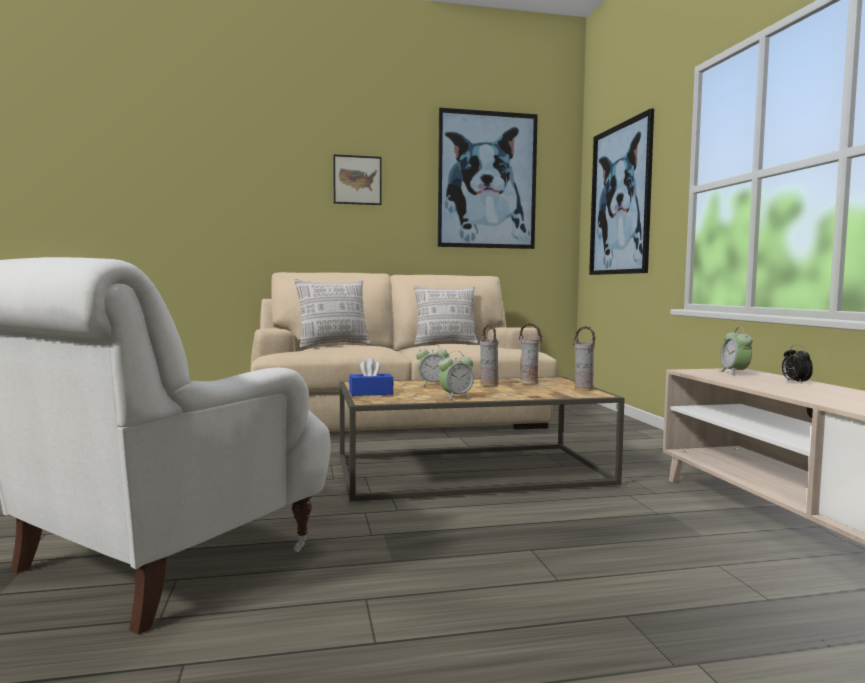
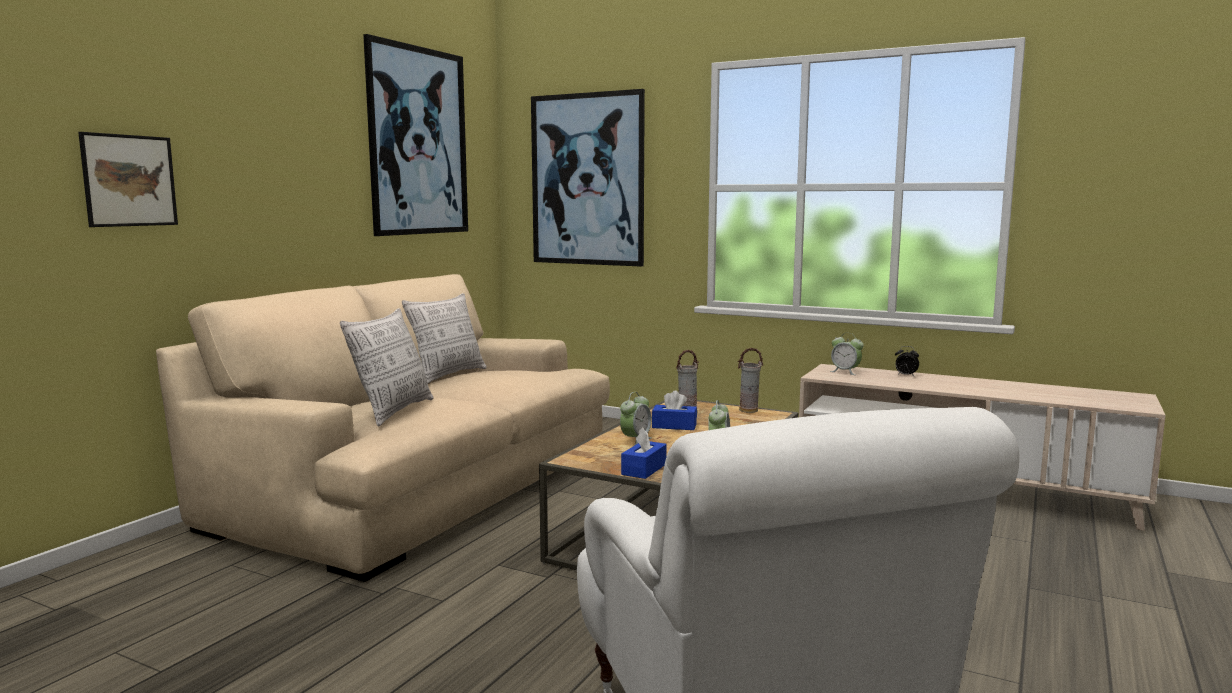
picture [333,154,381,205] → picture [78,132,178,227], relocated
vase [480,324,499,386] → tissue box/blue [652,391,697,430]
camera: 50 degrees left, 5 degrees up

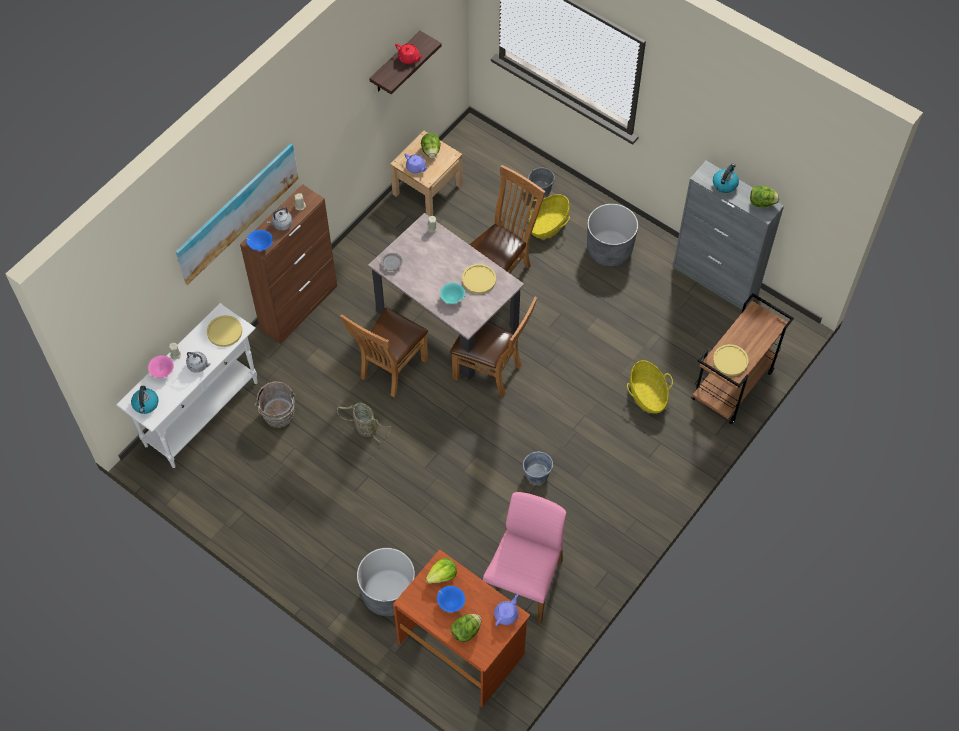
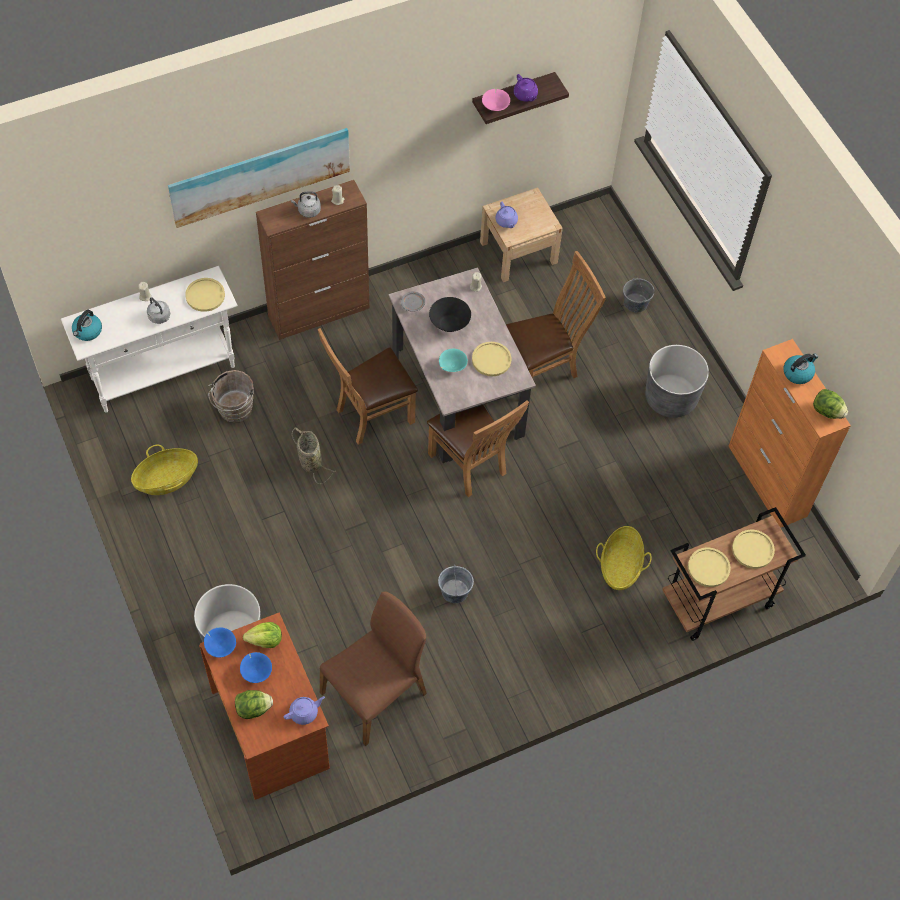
basket [529,194,570,239] → basket [131,445,198,495], relocated
bowl/blue [246,230,273,251] → bowl/blue [204,628,236,657], relocated
chair/pink [483,492,566,624] → chair/brown [320,591,427,746]
- → bowl/black [429,297,471,332]
bowl/pink [148,355,174,378] → bowl/pink [482,89,510,111], relocated
teapot/red [395,43,423,64] → teapot/purple [513,74,538,102]
cabinet/grey [673,161,784,309] → cabinet/orange [728,339,851,528]
- → plate/yellow [732,530,775,569]
lettuce [421,133,441,158] → -
camera: 25 degrees right, 0 degrees up

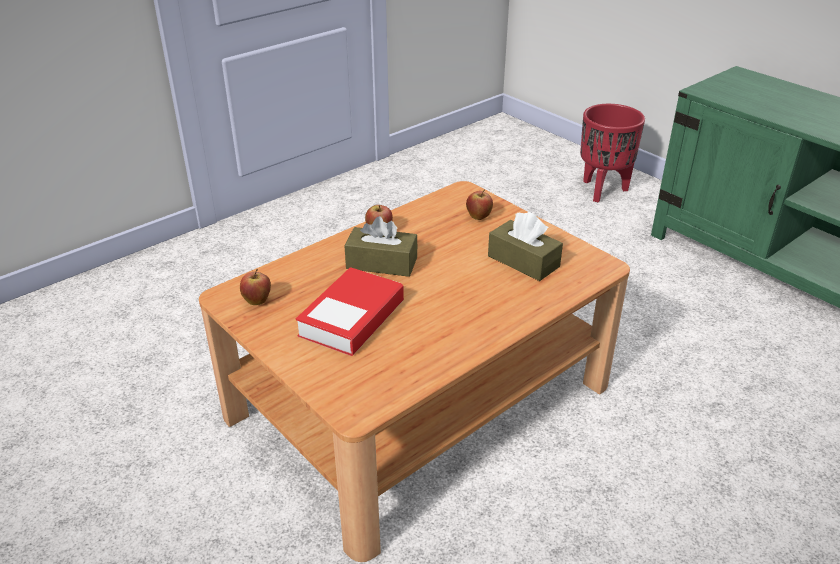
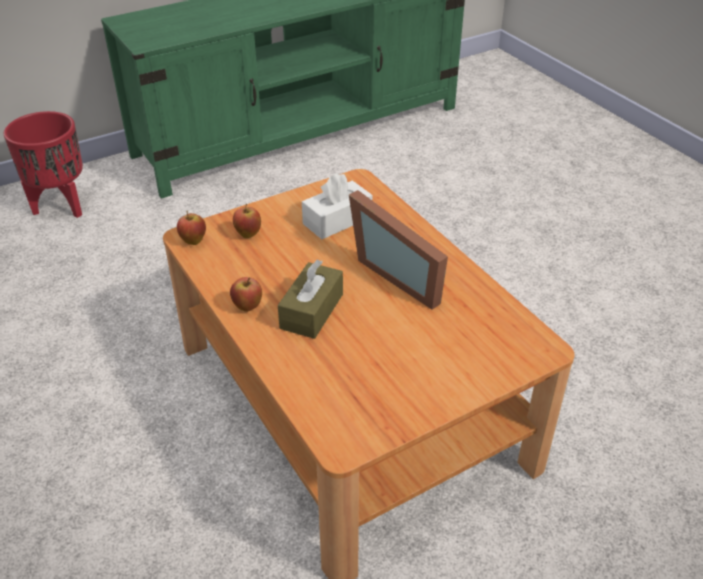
apple [240,269,271,305] → apple [177,211,206,245], relocated
tissue box/brown [488,212,563,281] → tissue box/white [302,173,372,239]
- → picture frame [349,190,448,309]
book [296,267,404,356] → -
camera: 80 degrees left, 5 degrees up

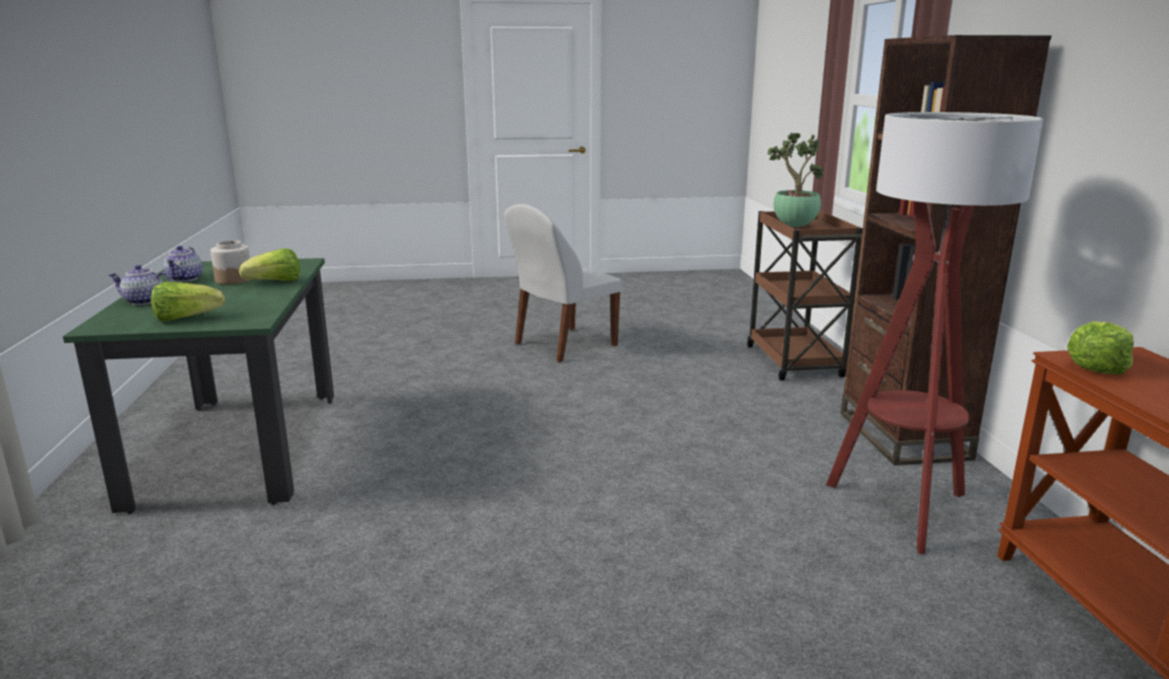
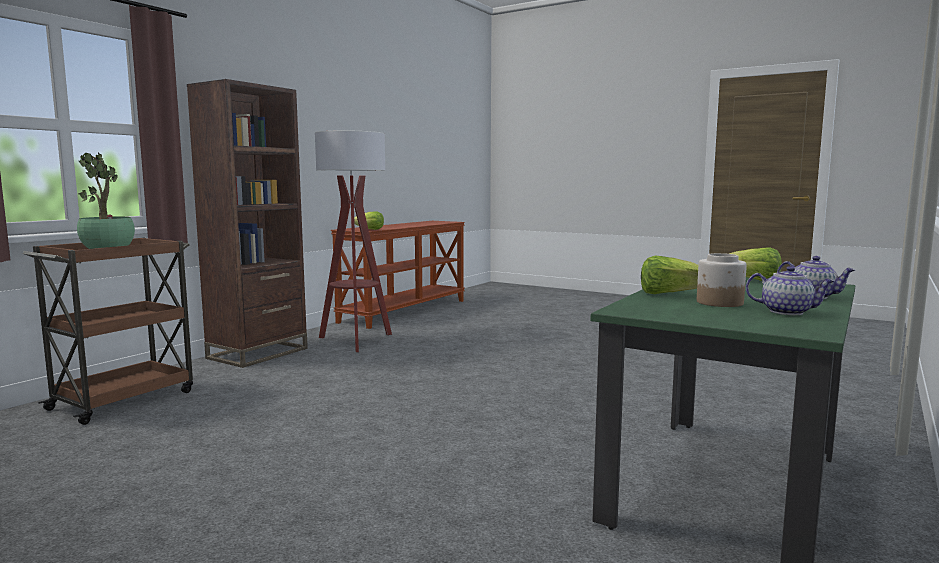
teapot [164,246,202,282] → teapot [746,266,835,315], 75 degrees clockwise
chair/white [504,204,621,362] → -
camera: 140 degrees left, 10 degrees down

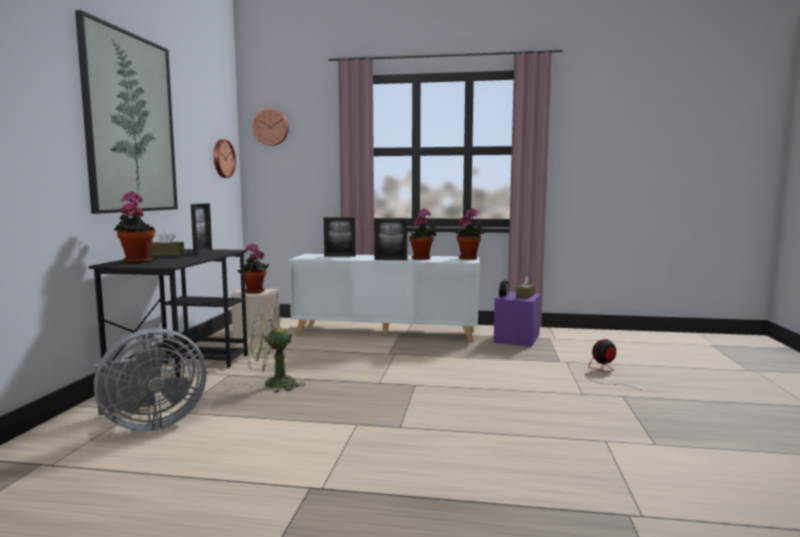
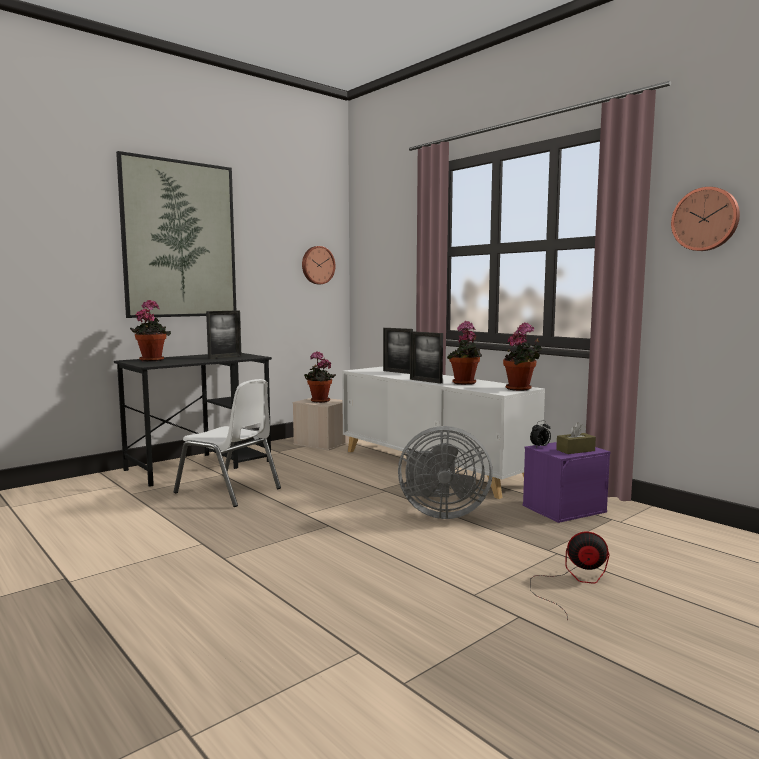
fan/green [248,303,305,393] → chair/white [174,379,281,507]
fan/grey [94,328,207,431] → fan/grey [398,426,493,519], relocated
wall clock [253,108,289,146] → wall clock [671,187,740,251], relocated
tissue box/brown [149,230,184,256] → -
camera: 40 degrees right, 0 degrees up

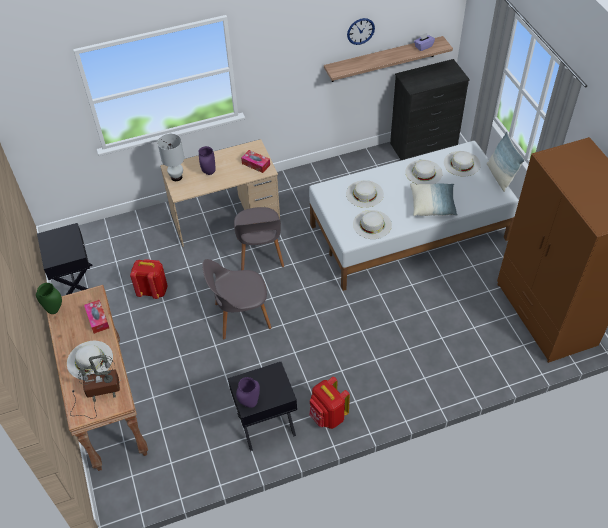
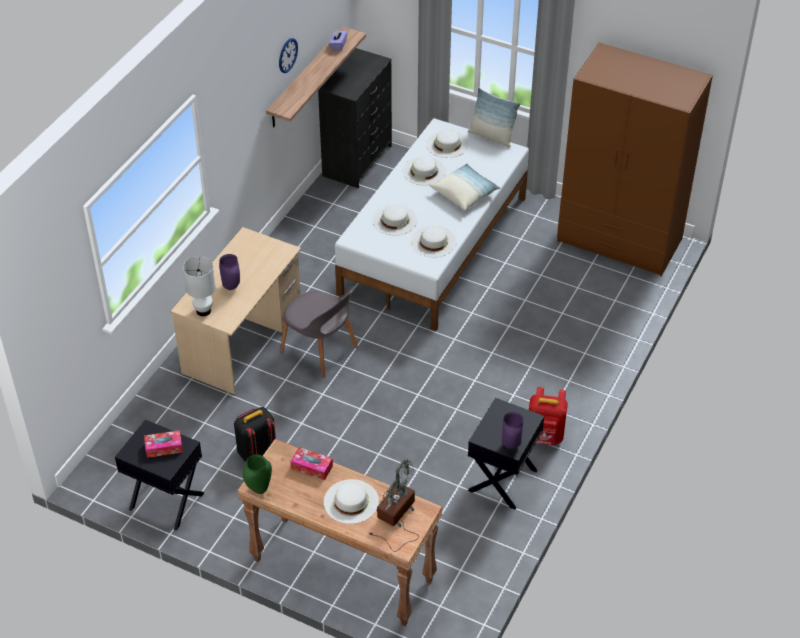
tissue box [241,150,270,173] → tissue box [144,430,183,458], relocated
backpack/red [130,259,168,299] → backpack/black [234,407,276,462]
chair/grey [202,259,272,339] → -
camera: 45 degrees left, 5 degrees down

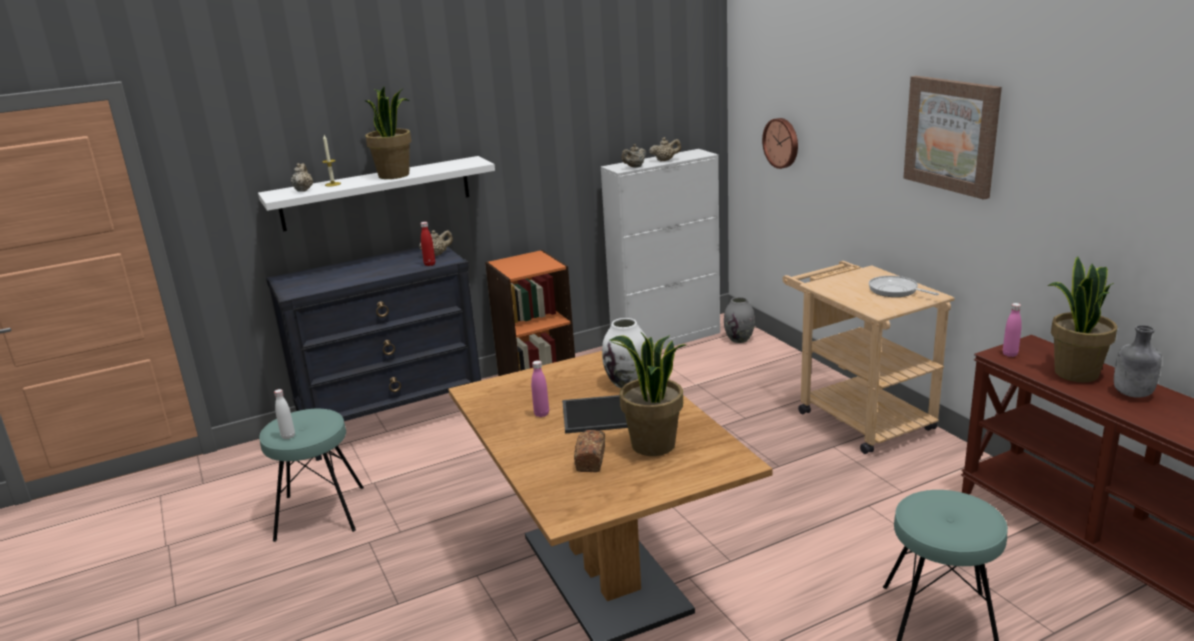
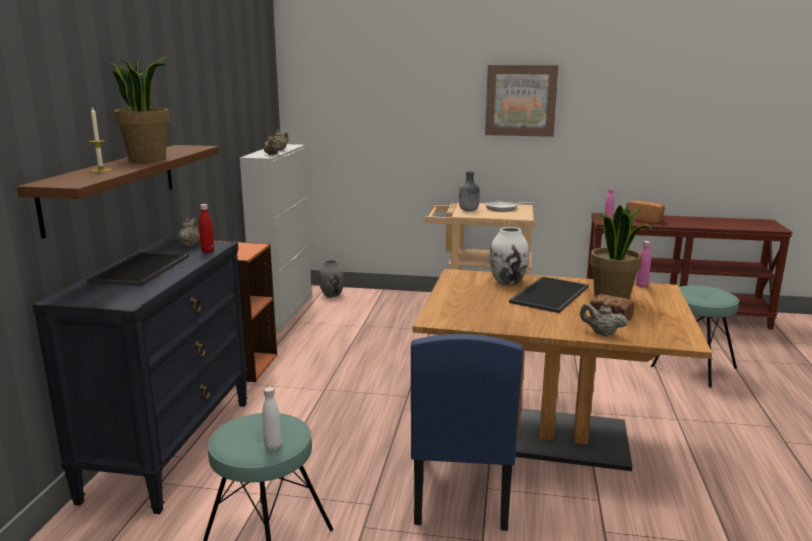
shelf/white [258,156,495,231] → shelf/brown [17,145,219,239]
- → tray [87,252,189,286]
- → chair/blue [411,334,523,531]
bottle/grey [1114,325,1162,398] → bottle/grey [459,172,480,211], relocated
teapot/beige [291,163,313,192] → teapot/beige [580,303,628,336], relocated
potted plant [1048,256,1118,382] → bread [626,201,665,223]
bottle/pink [531,360,549,417] → bottle/pink [636,241,651,288], relocated
wall clock [762,118,798,169] → -
camera: 55 degrees left, 5 degrees down

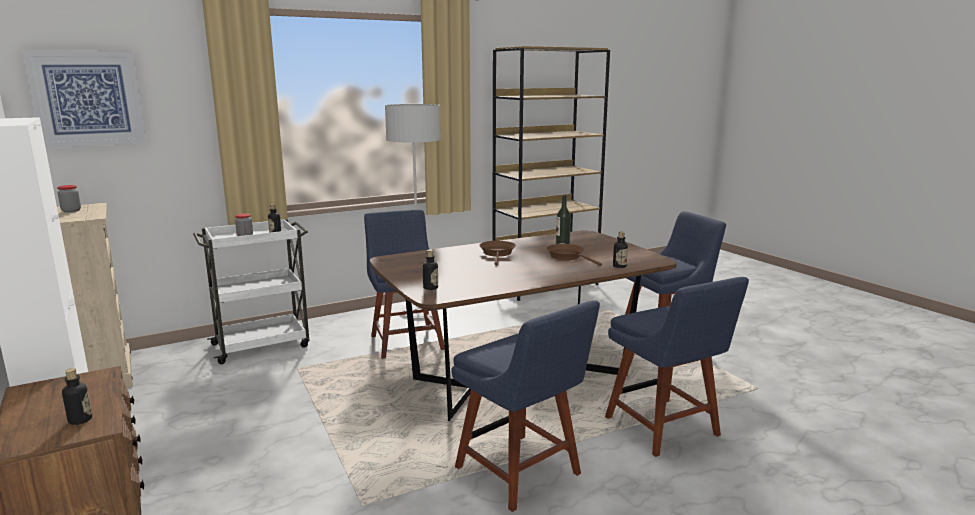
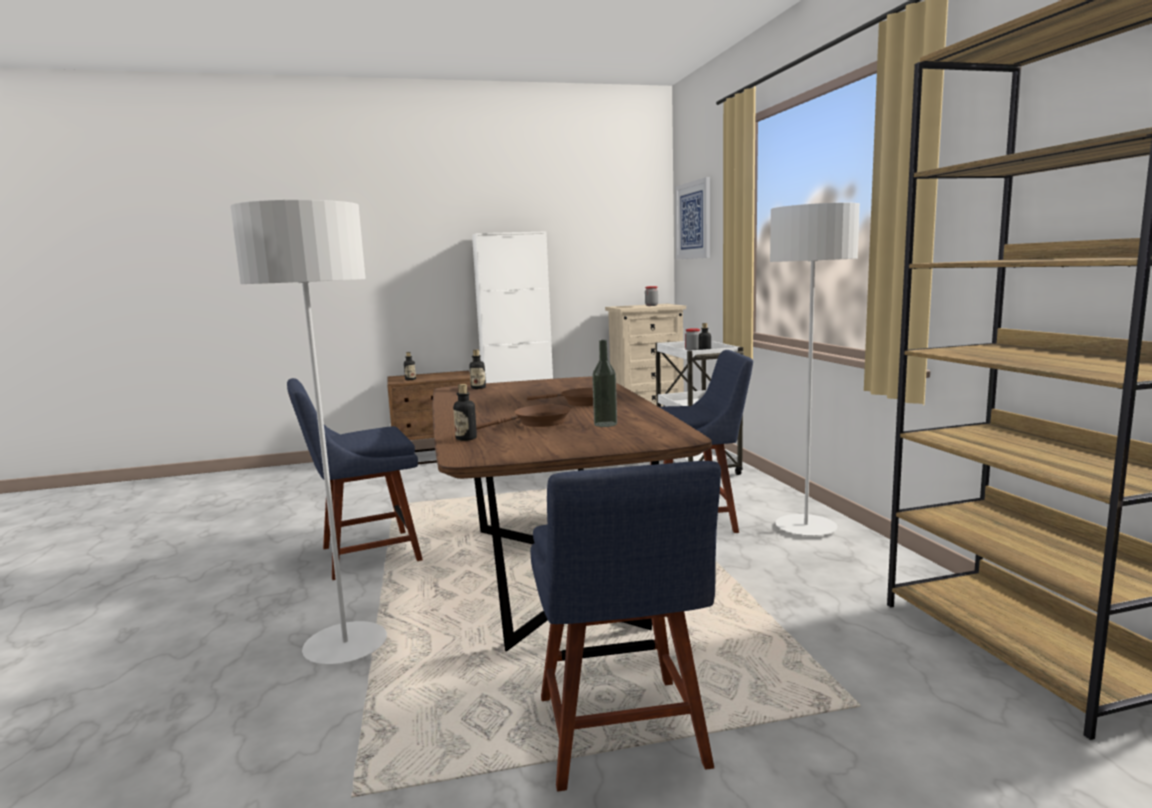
chair/blue [605,277,749,457] → floor lamp/grey [230,200,387,664]
camera: 105 degrees right, 5 degrees down

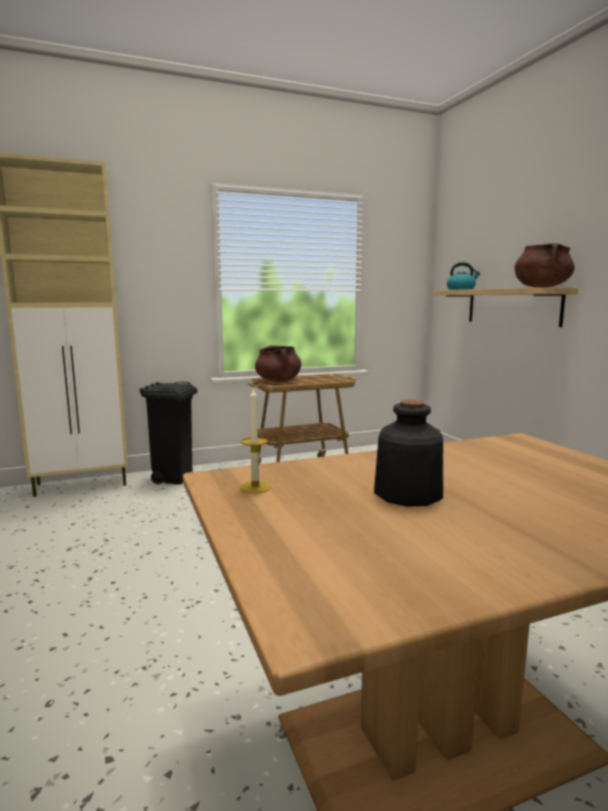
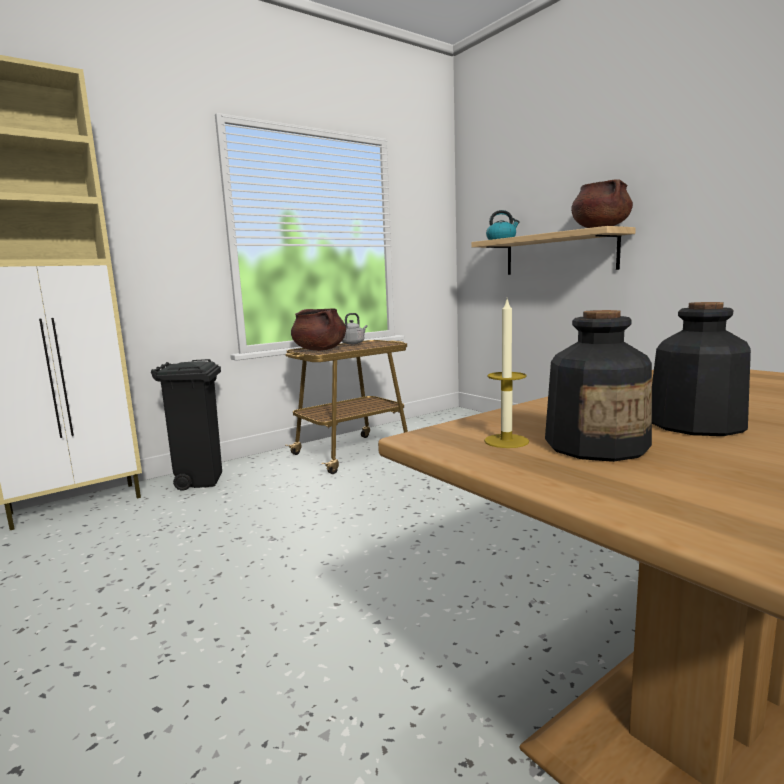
- → kettle/grey [342,313,367,344]
- → bottle [545,310,652,462]
camera: 15 degrees left, 0 degrees up

